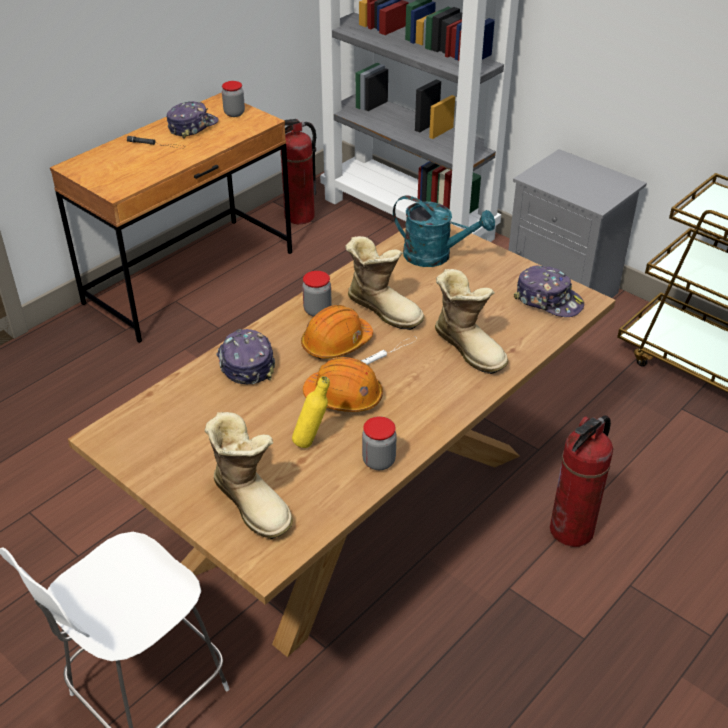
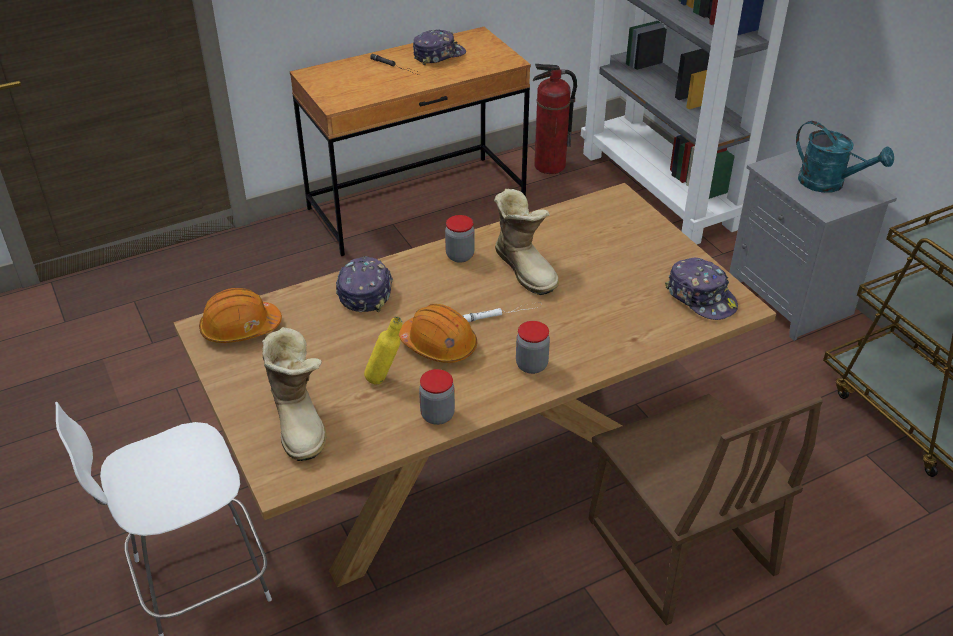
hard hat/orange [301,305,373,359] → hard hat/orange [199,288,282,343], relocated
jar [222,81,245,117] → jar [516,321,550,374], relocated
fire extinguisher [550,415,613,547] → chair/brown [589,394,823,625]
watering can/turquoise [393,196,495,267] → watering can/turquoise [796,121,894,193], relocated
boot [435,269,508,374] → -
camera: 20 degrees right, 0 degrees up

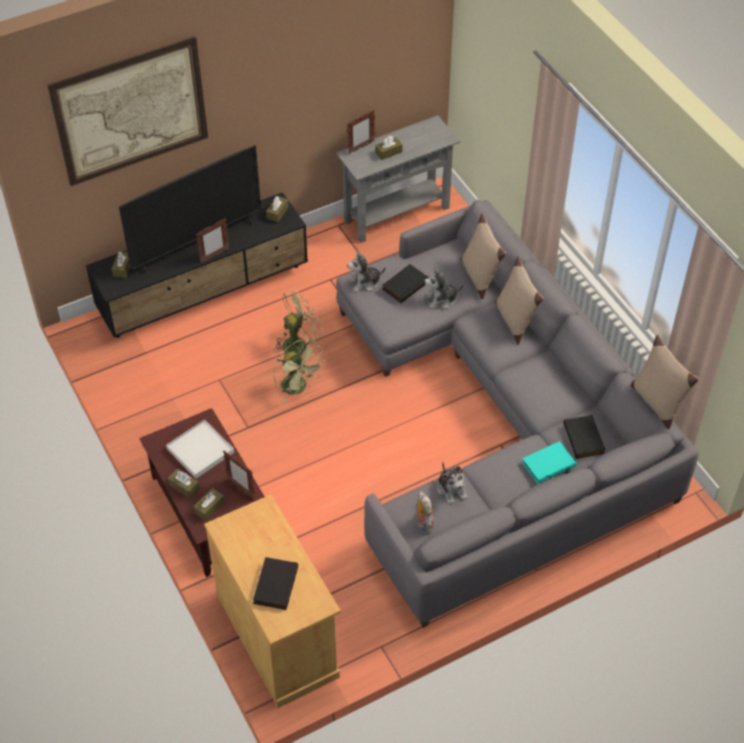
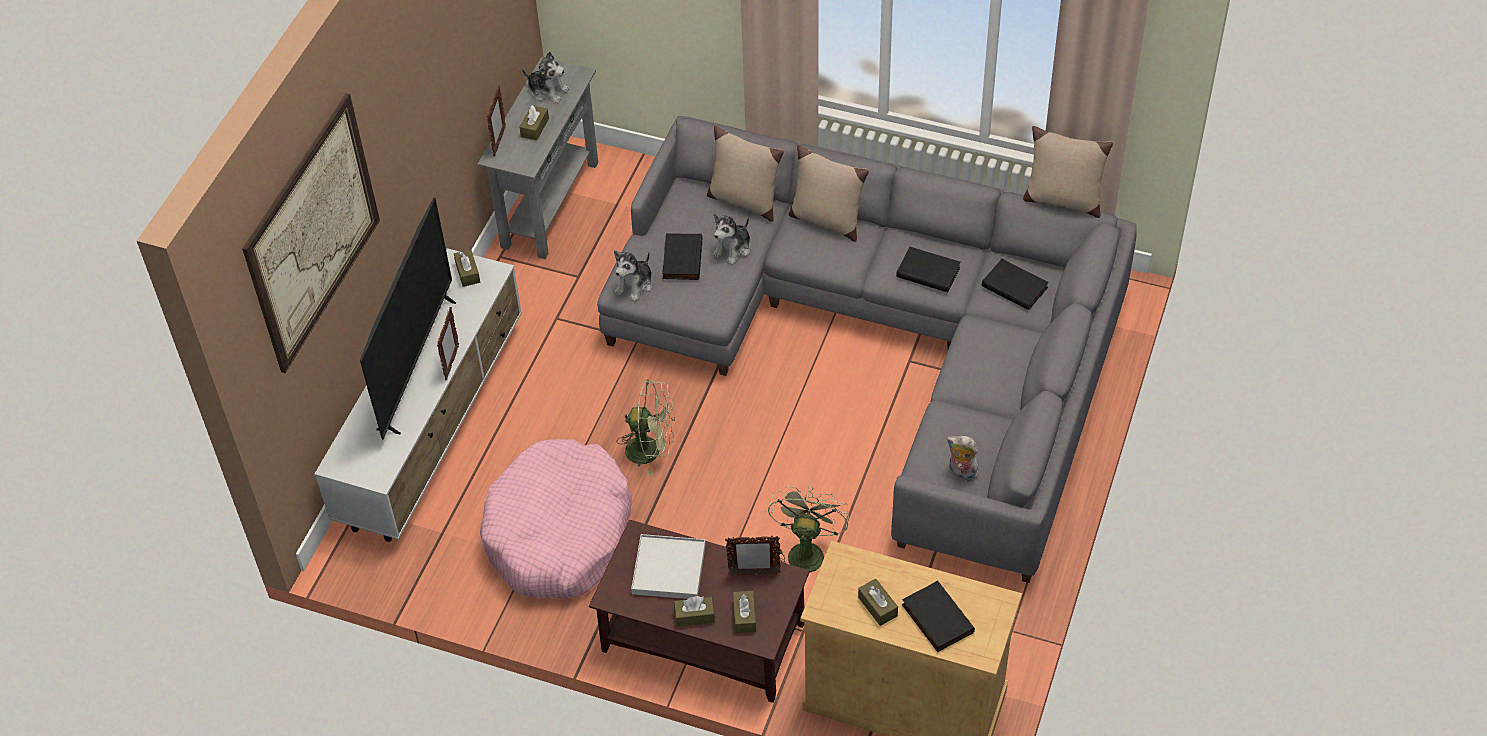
tv stand/black [86,192,308,338] → tv stand/white [314,248,522,542]
- → dog bed/pink [480,439,632,599]
plush toy [437,462,468,505] → plush toy [522,52,569,103], relocated
fan/green [274,290,324,357] → fan/green [768,486,849,573], relocated
tissue box/brown [112,251,130,278] → tissue box/brown [858,579,898,626], relocated
- → book/black [896,247,961,292]
book/turquoise [522,441,576,484] → -
camera: 40 degrees left, 0 degrees up

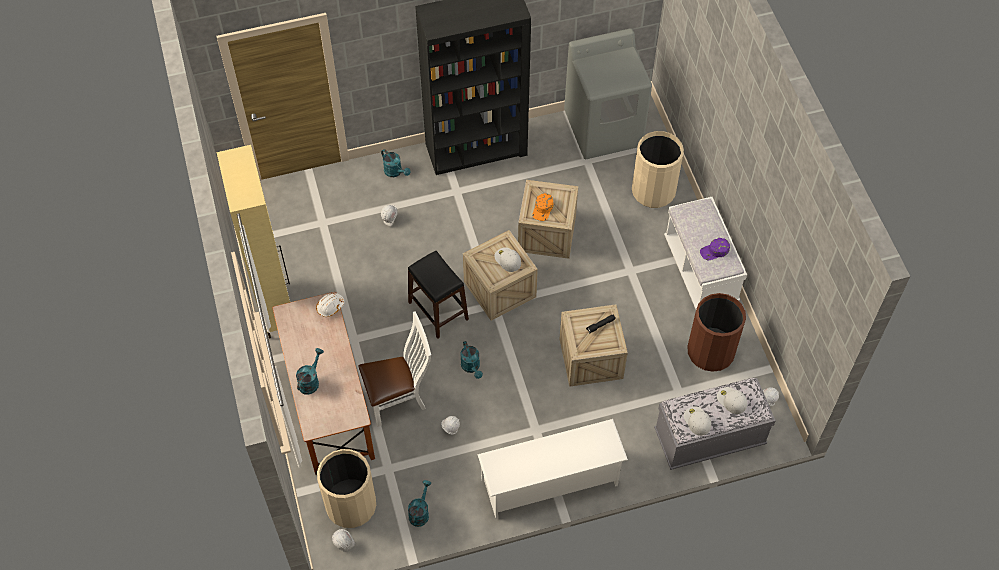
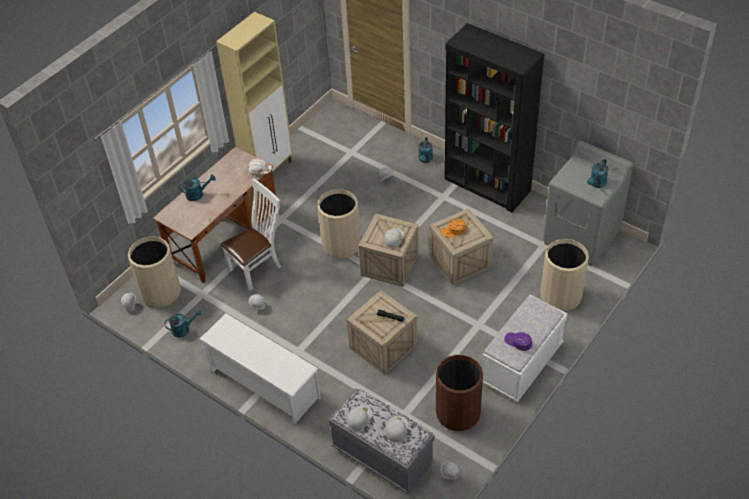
chair/white [358,311,431,427] → chair/white [221,178,281,290], 75 degrees counterclockwise
stool/black [408,251,469,339] → trash can/beige [317,189,361,259]
watering can/turquoise [460,341,483,379] → watering can/turquoise [587,159,608,188], relocated
camera: 55 degrees right, 10 degrees down

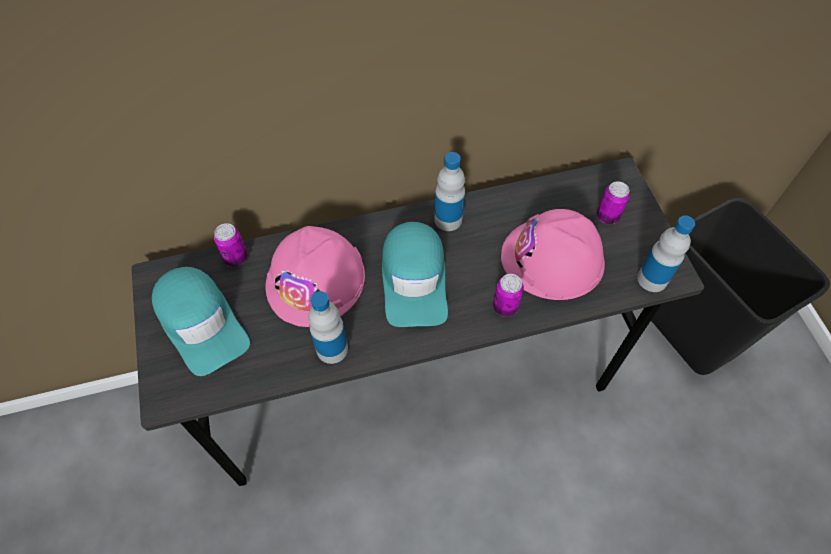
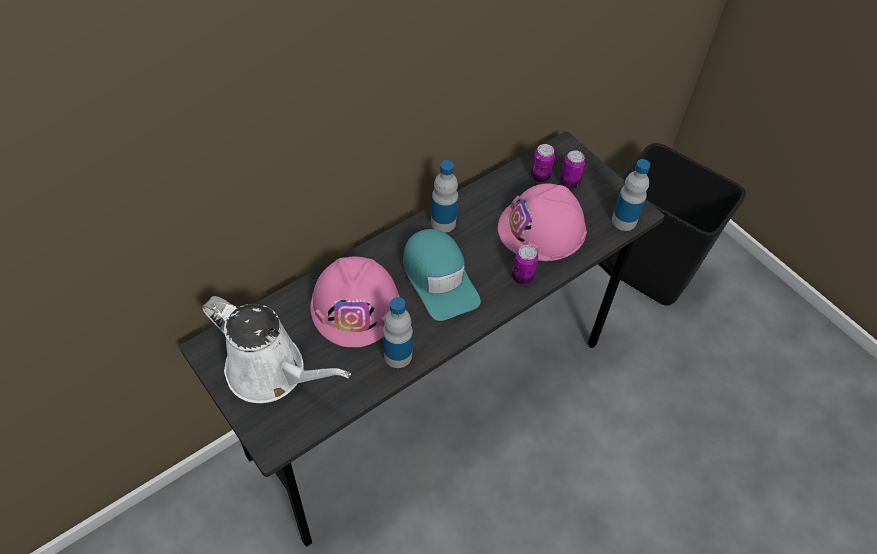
cap/turquoise [152,267,250,376] → watering can/white [202,296,351,403]
can [214,223,248,266] → can [531,144,555,183], relocated
camera: 25 degrees left, 5 degrees down

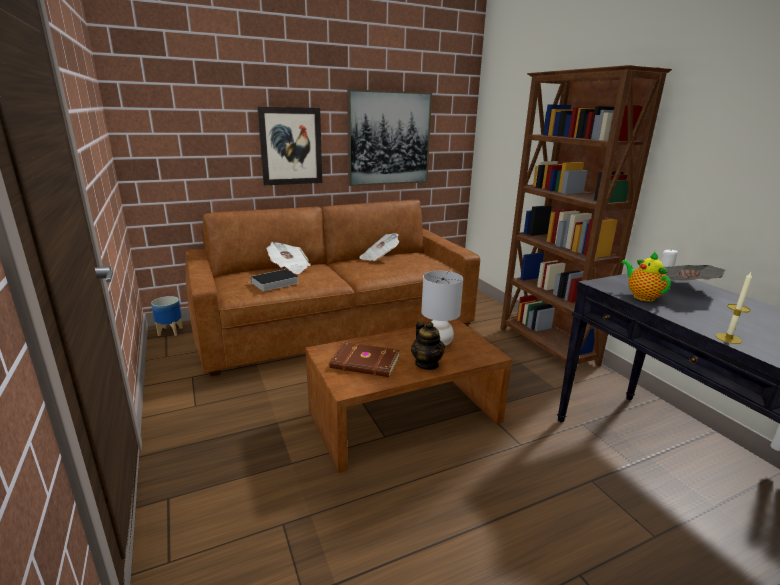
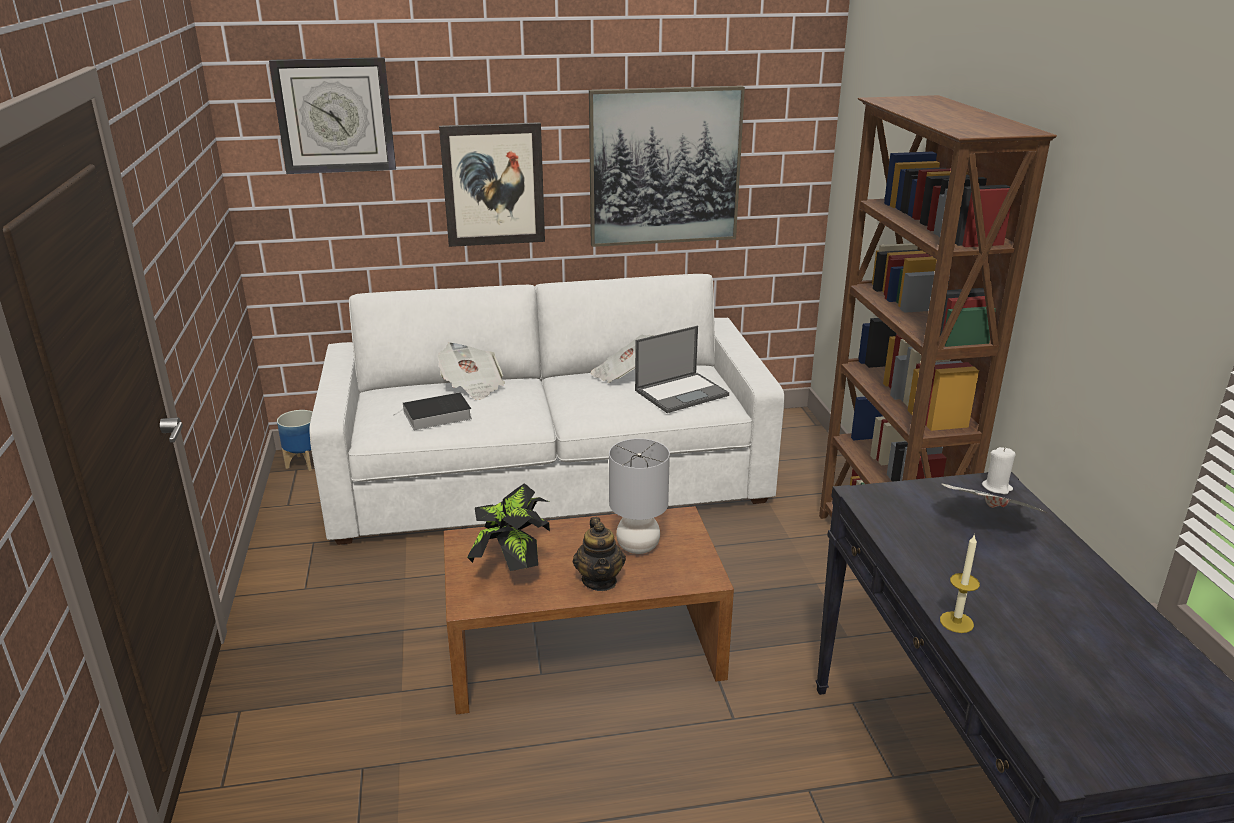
- → wall clock [269,57,396,174]
sofa/brown [185,200,480,376] → sofa/white [309,274,784,545]
book/brown [329,342,400,377] → potted plant [467,483,550,571]
- → laptop [635,326,729,413]
teapot [621,251,671,302] → -
camera: 15 degrees right, 5 degrees up

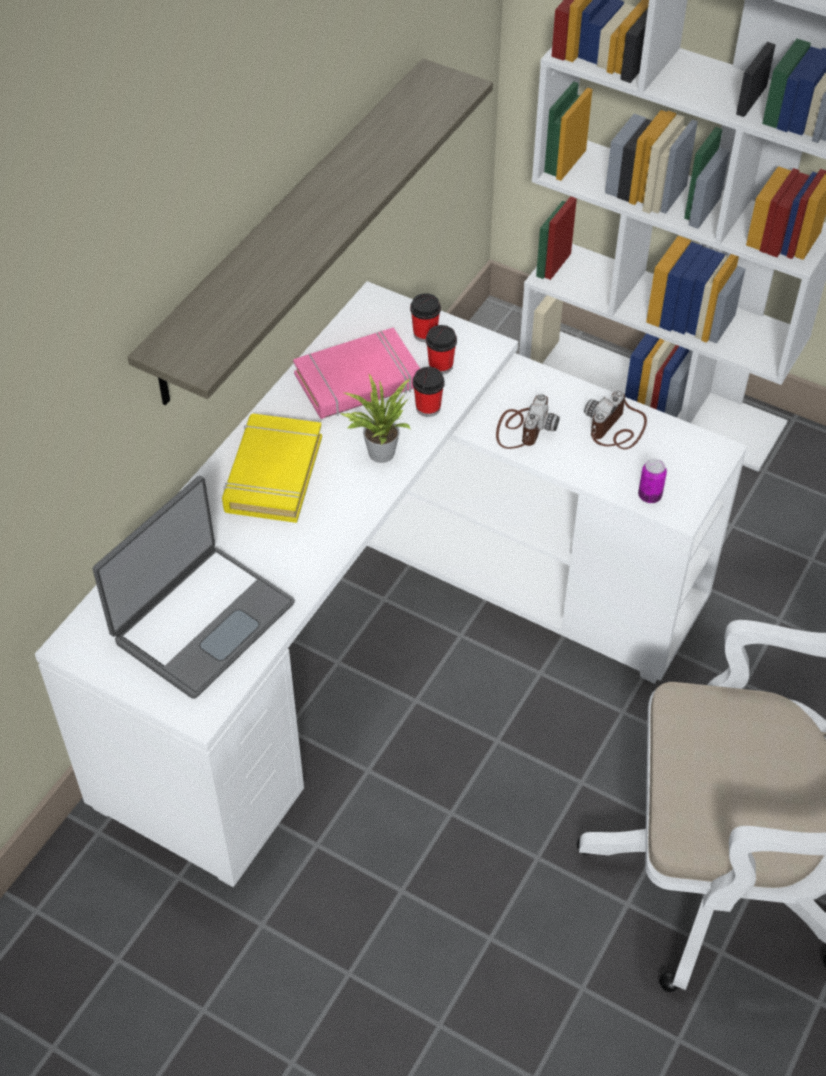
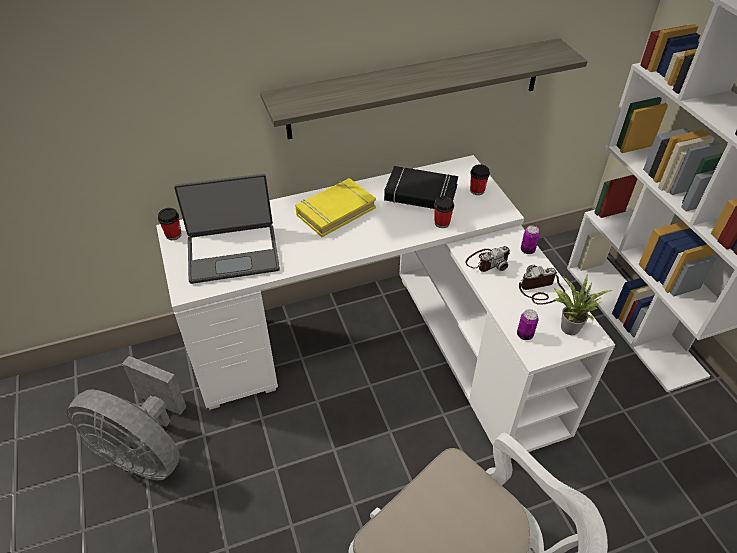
- → fan/grey [67,356,186,481]
cup [426,325,457,374] → cup [158,208,182,240], relocated
book/pink [293,328,420,419] → book/black [384,166,458,209]
- → can [521,226,540,254]
potted plant [340,374,411,463] → potted plant [554,274,613,335], relocated
camera: 40 degrees right, 5 degrees down

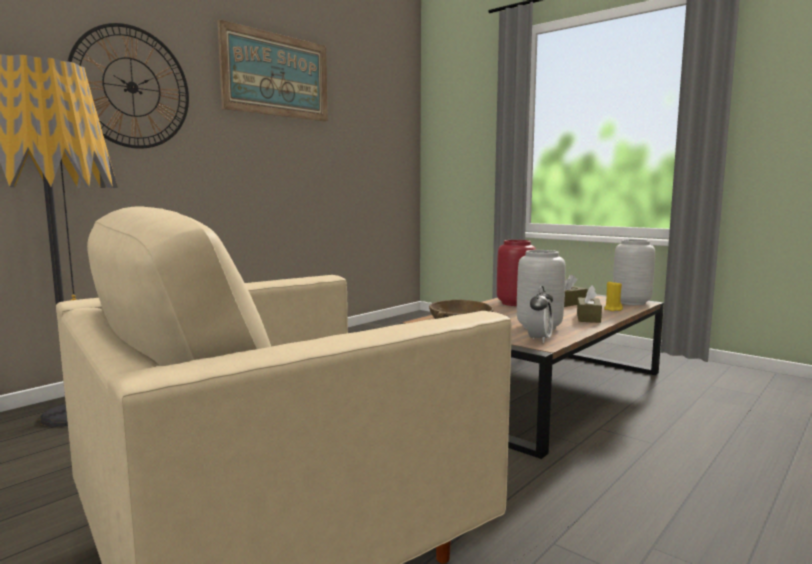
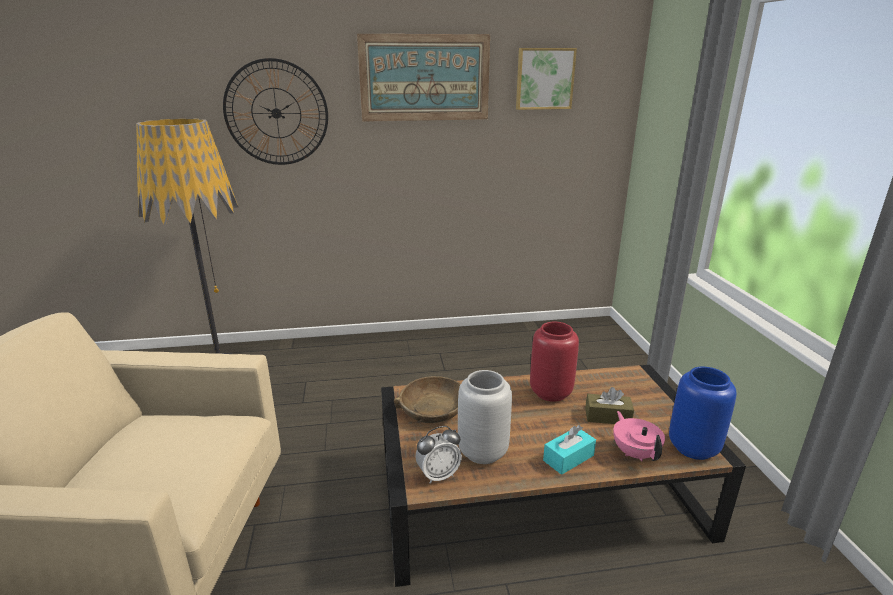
- → picture [516,48,577,110]
tissue box/brown [577,286,602,323] → tissue box/turquoise [543,425,596,475]
candle/yellow [604,280,623,311] → teapot/pink [613,411,665,461]
vase/grey [613,239,655,305] → vase/blue [669,367,736,460]
camera: 40 degrees right, 15 degrees up

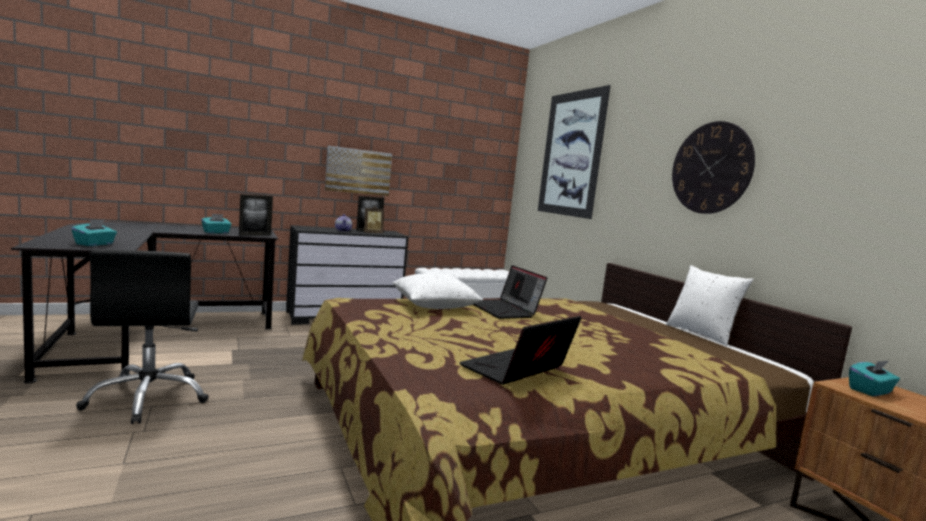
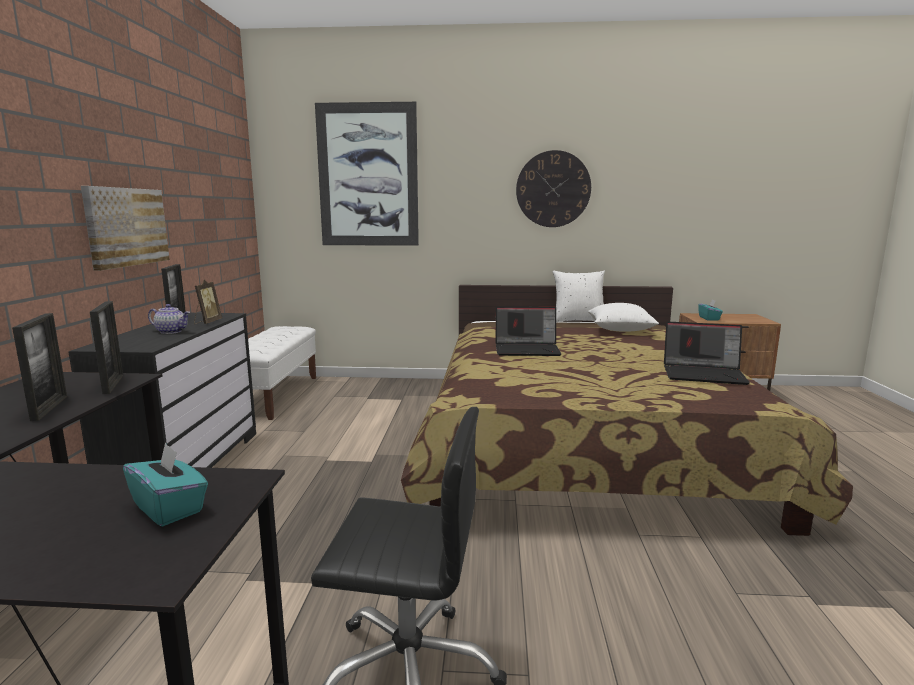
tissue box/turquoise [201,214,232,233] → picture frame [12,313,67,421]
pillow/white [392,273,483,309] → pillow/white [588,303,659,332], relocated
laptop [459,316,581,385] → laptop [664,322,750,385], 60 degrees counterclockwise
camera: 60 degrees left, 5 degrees up

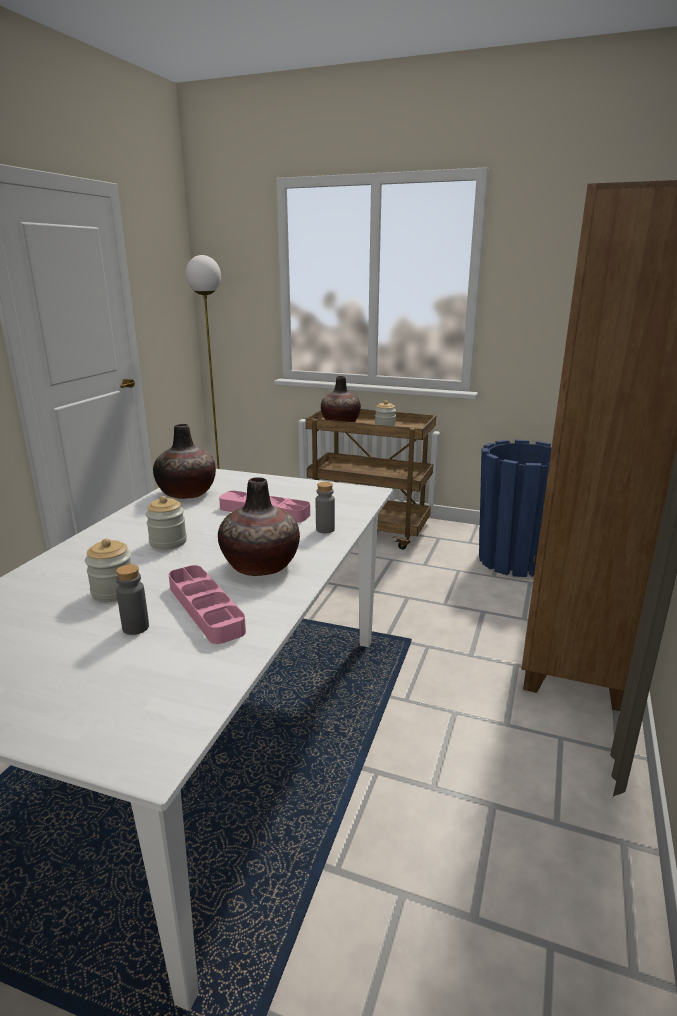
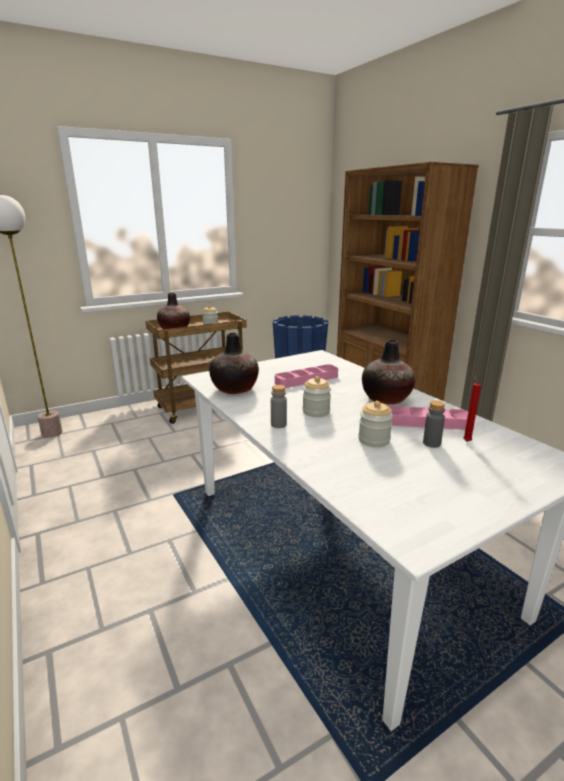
bottle/grey [316,482,335,533] → bottle/grey [271,385,287,428], relocated
- → candle/red [463,375,481,442]
camera: 50 degrees left, 0 degrees up

